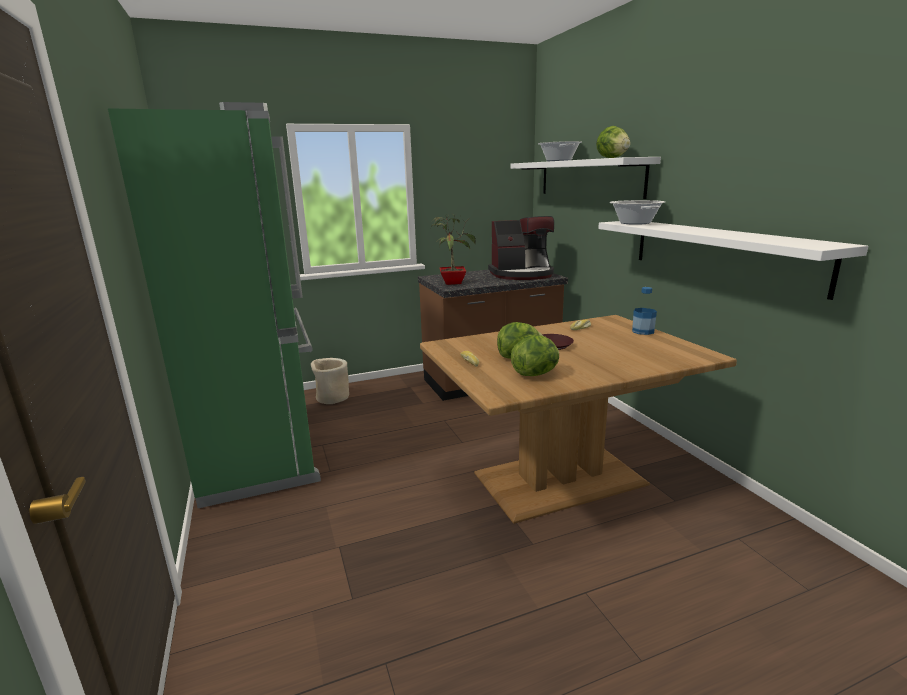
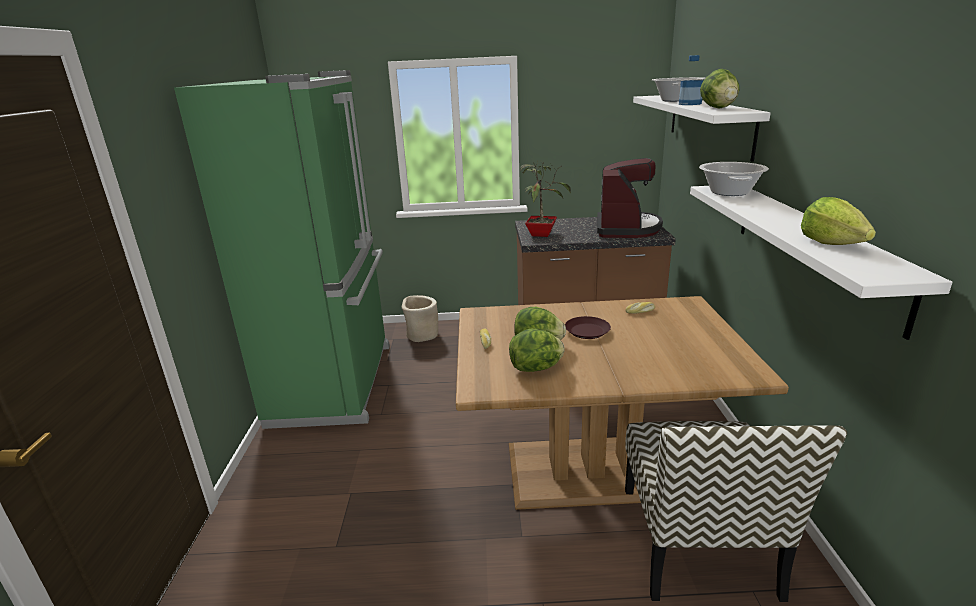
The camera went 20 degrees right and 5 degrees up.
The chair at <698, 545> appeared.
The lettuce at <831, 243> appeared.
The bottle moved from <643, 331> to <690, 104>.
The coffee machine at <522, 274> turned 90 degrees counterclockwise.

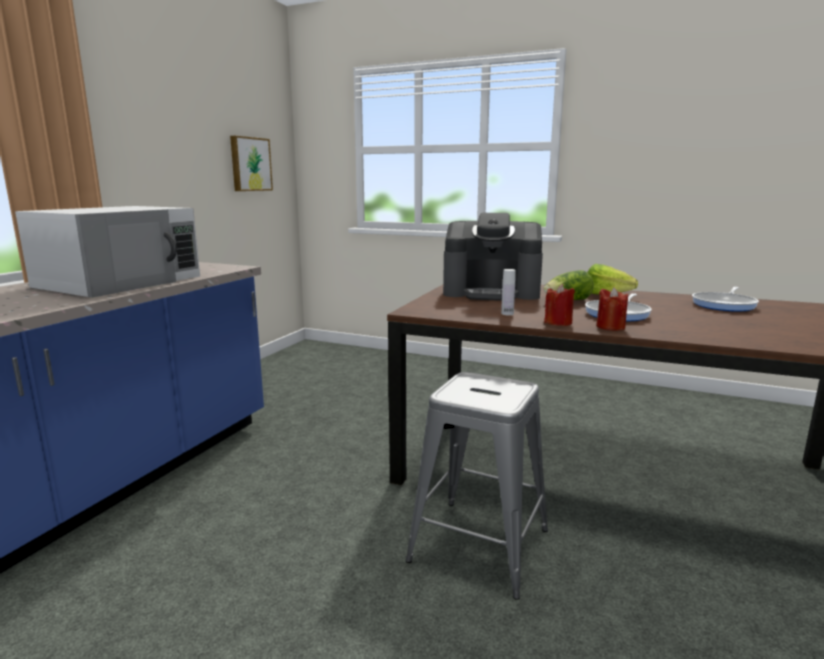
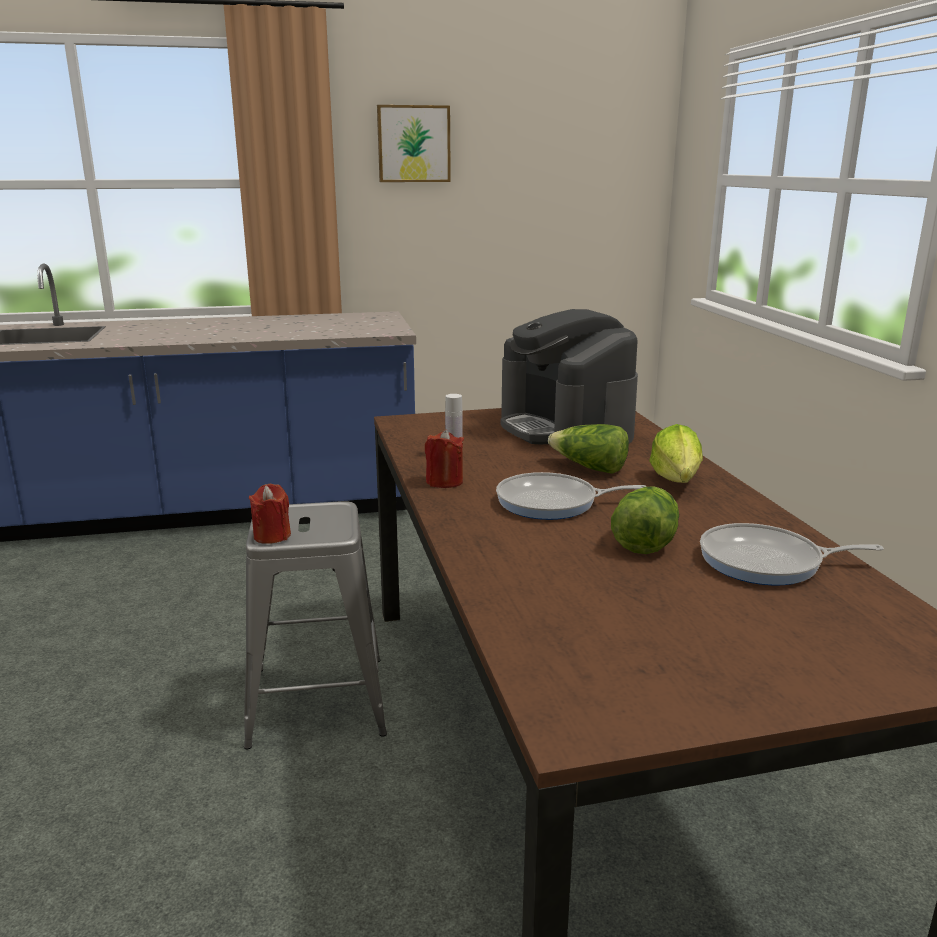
The camera went 55 degrees right and 5 degrees up.
The microwave/white at <121, 281> disappeared.
The lettuce at <644, 540> appeared.
The picture moved from <250, 164> to <413, 144>.
The candle/red moved from <610, 327> to <272, 536>.

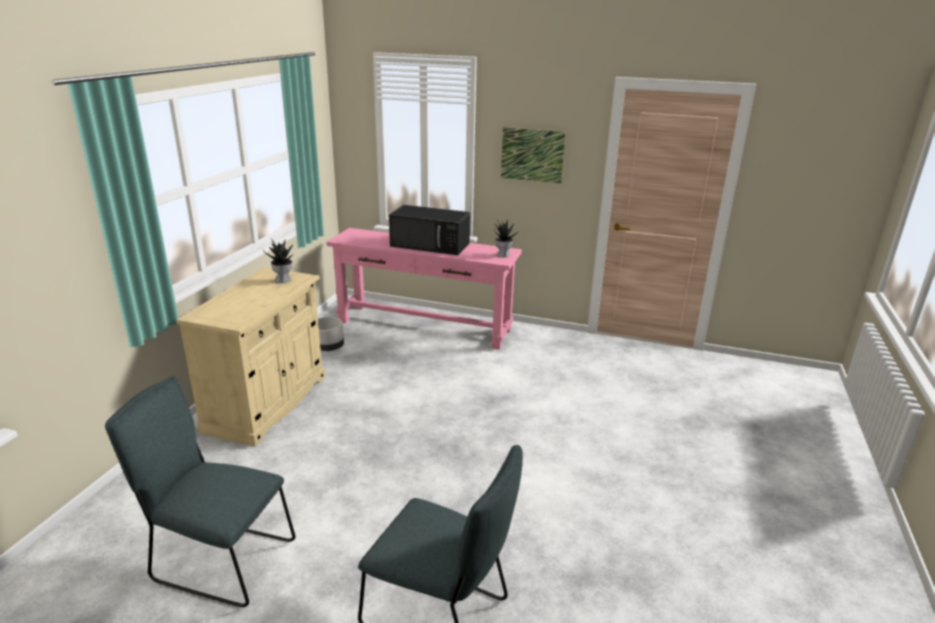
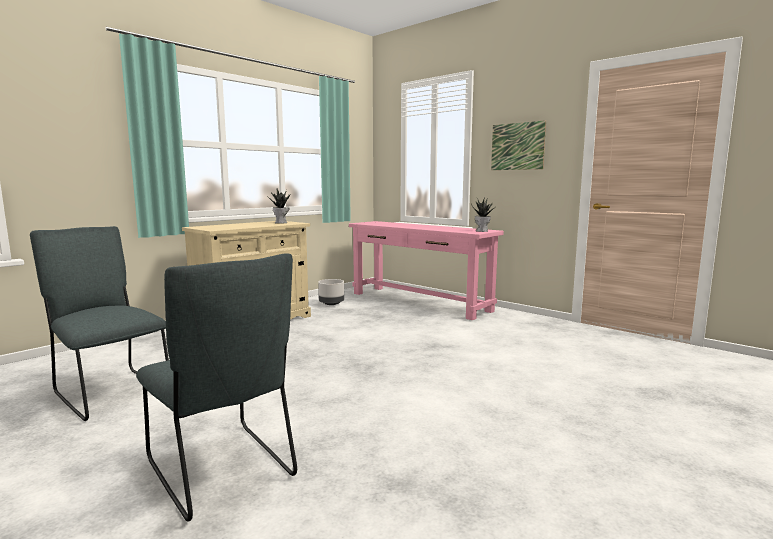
The camera went 25 degrees right and 15 degrees down.
The microwave/black at <431, 245> disappeared.

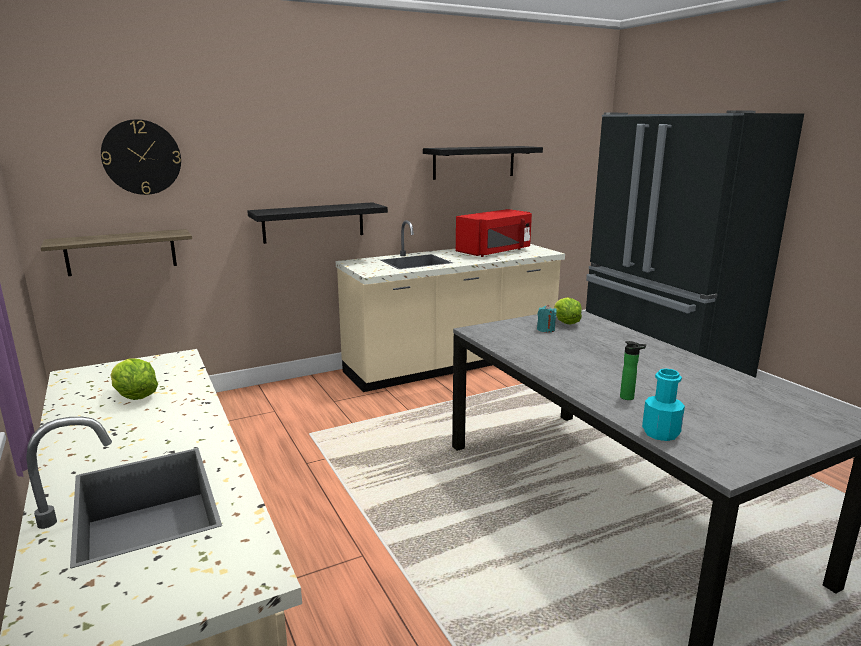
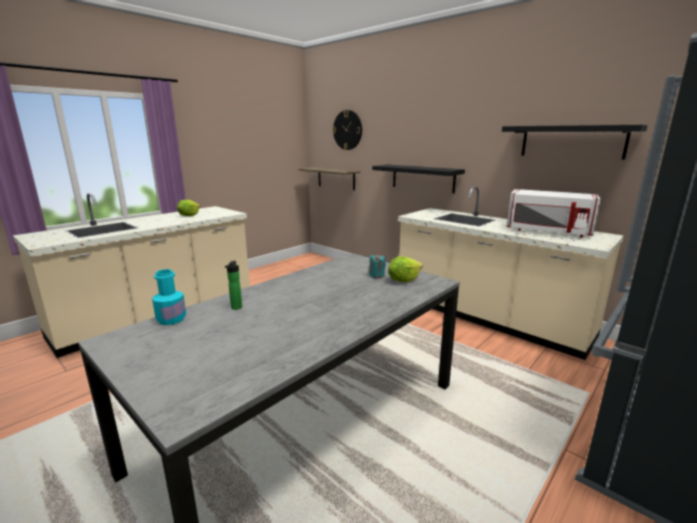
The camera went 70 degrees right and 0 degrees up.
The microwave/red at <495, 252> became the microwave/white at <547, 231>.

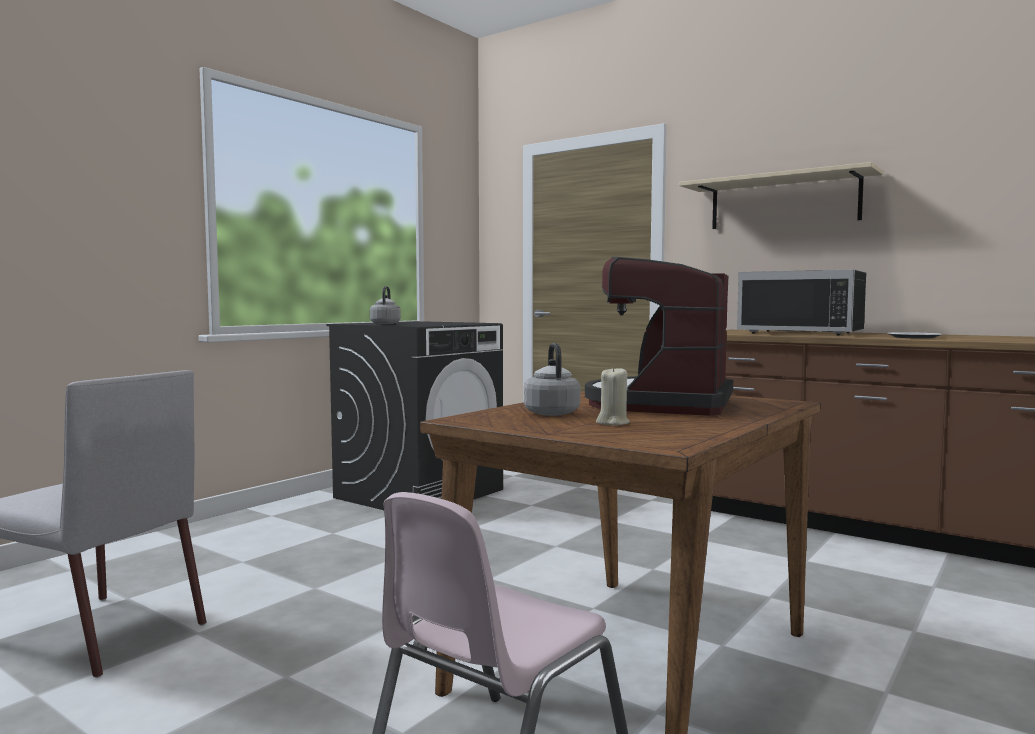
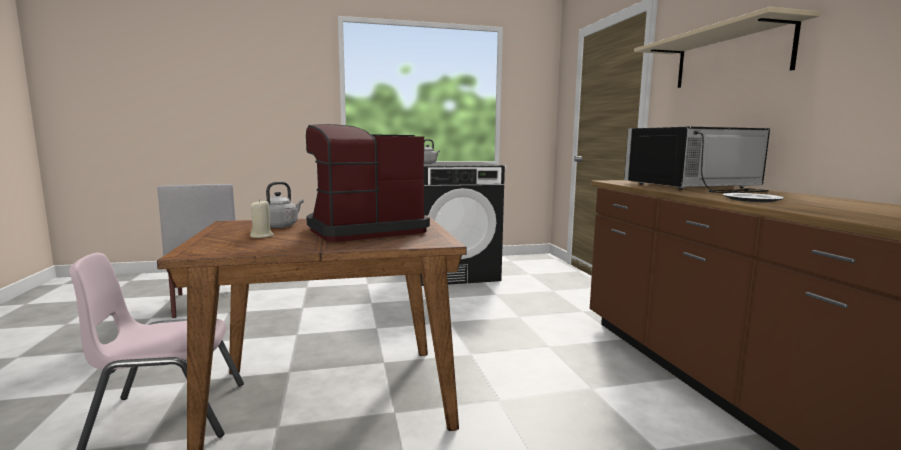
The camera went 40 degrees right and 5 degrees up.
The microwave/black at <803, 333> turned 90 degrees clockwise.

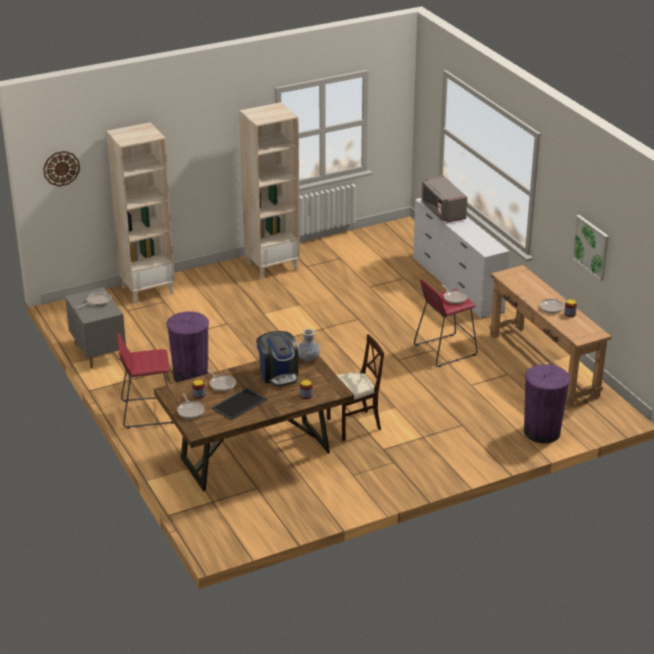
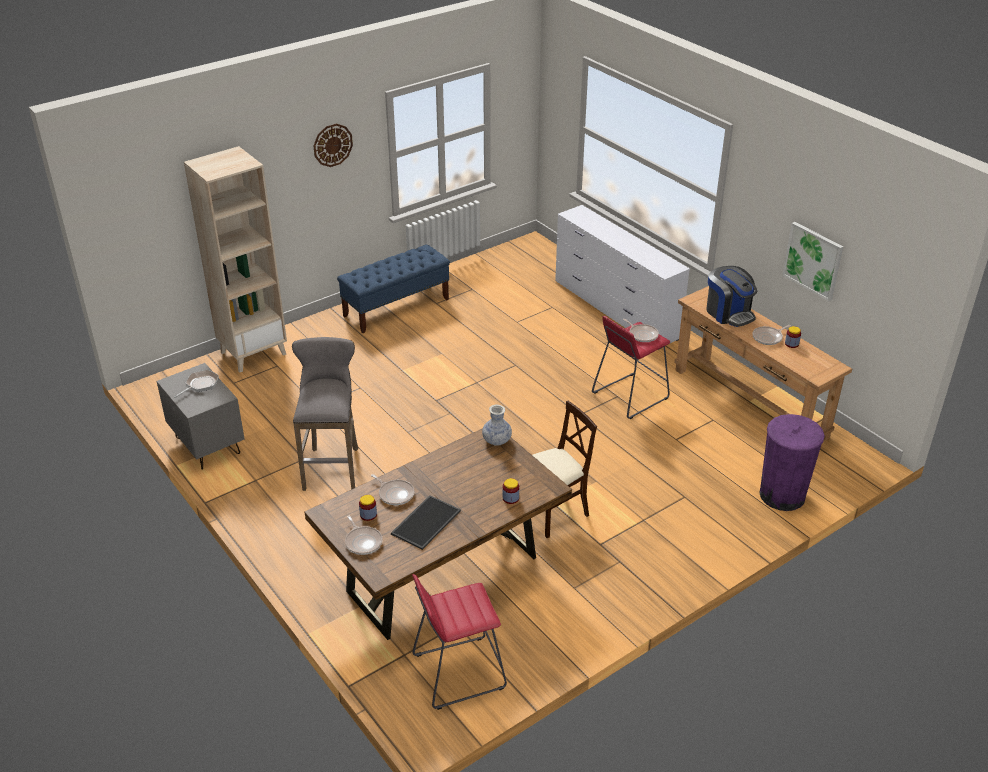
The camera went 10 degrees left and 5 degrees up.
The microwave/grey at <442, 211> disappeared.
The wall clock moved from <61, 168> to <332, 145>.
The stool/red moved from <148, 412> to <458, 672>.
The coffee machine moved from <278, 374> to <729, 313>.
The trash can/purple at <191, 376> was replaced by the stool/grey at <332, 466>.
The bookcase/beige at <272, 266> was replaced by the bench/blue at <396, 307>.

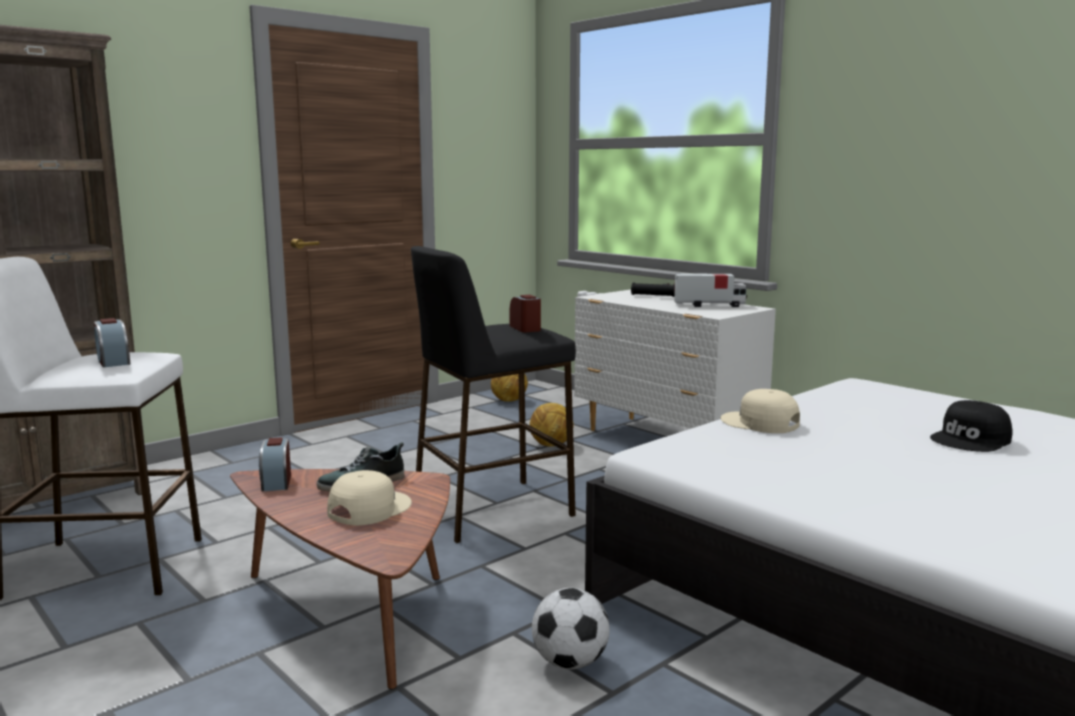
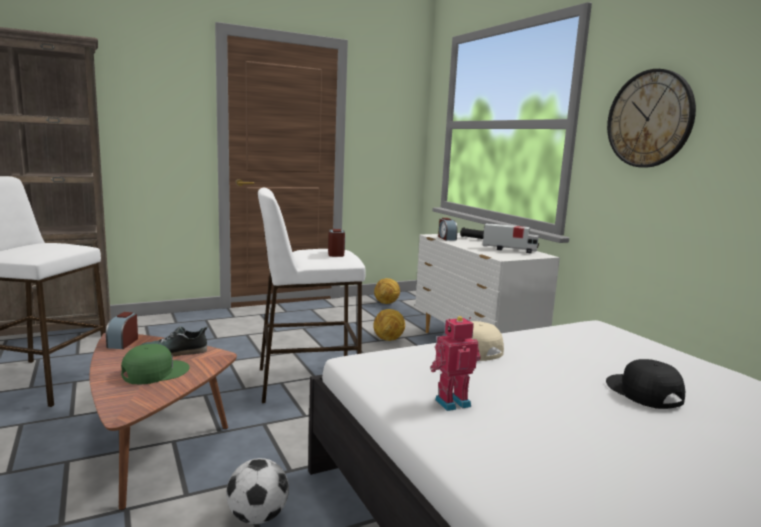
The camera went 15 degrees right and 0 degrees up.
The toy robot at <451, 402> appeared.
The wall clock at <650, 119> appeared.
The alarm clock moved from <113, 361> to <446, 238>.
The cap/beige at <368, 508> became the cap/green at <154, 372>.
The stool/black at <491, 510> became the stool/white at <307, 382>.
The cap/black at <971, 440> turned 90 degrees clockwise.

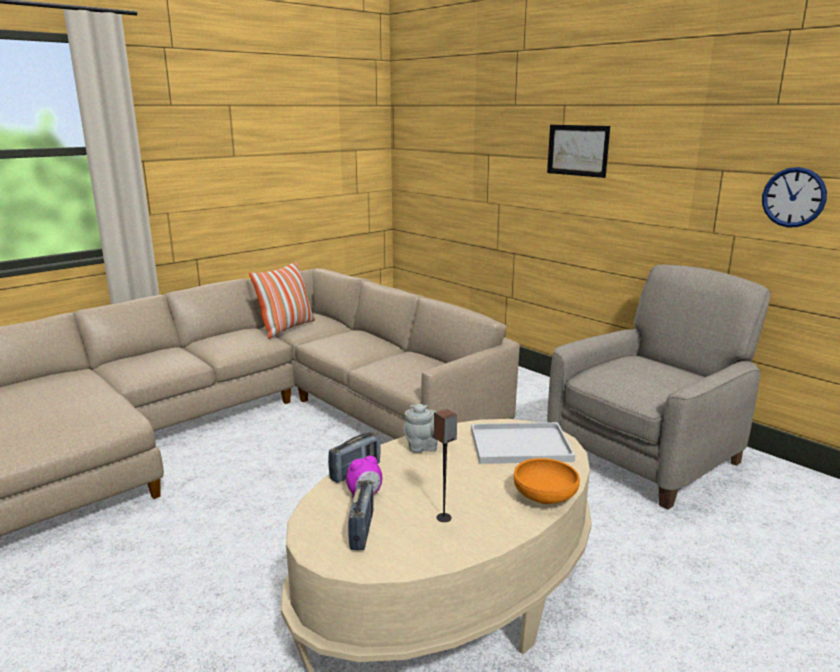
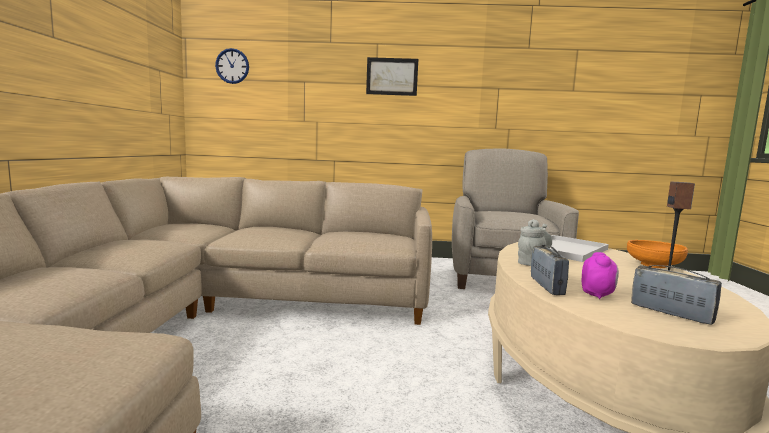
The camera went 45 degrees left and 10 degrees down.
The pillow at <286, 328> disappeared.
The wall clock moved from <793, 197> to <232, 66>.

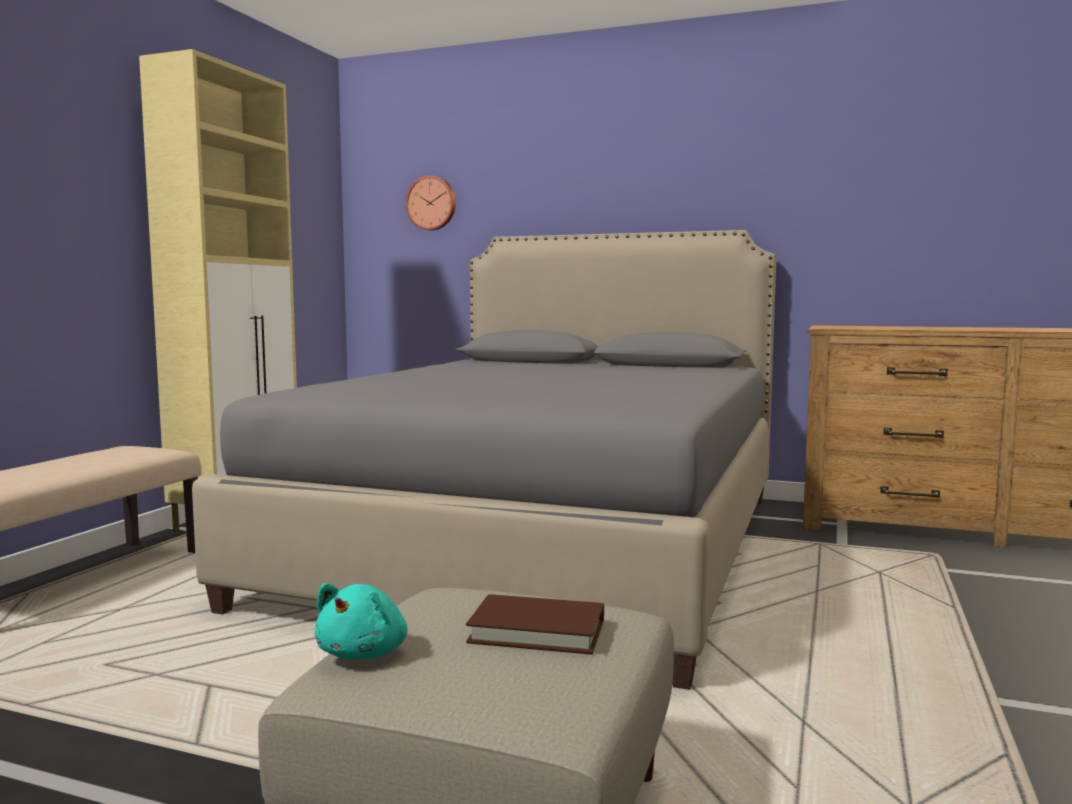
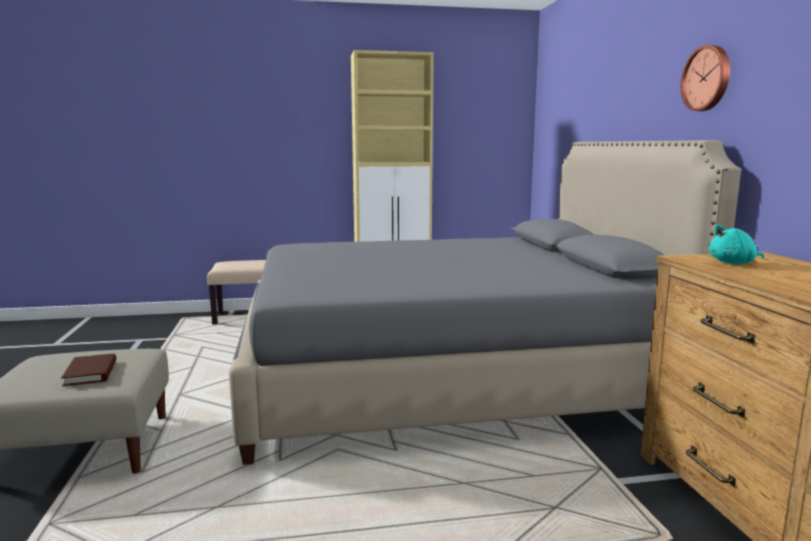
The camera went 60 degrees right and 5 degrees up.
The plush toy/turquoise moved from <365, 653> to <734, 263>.
The wall clock moved from <431, 203> to <707, 78>.

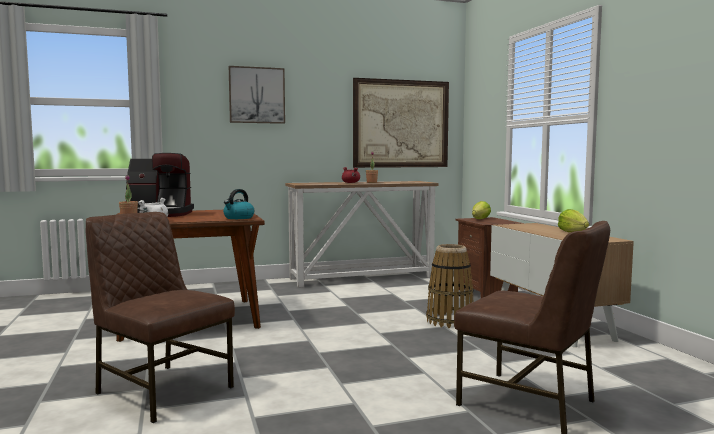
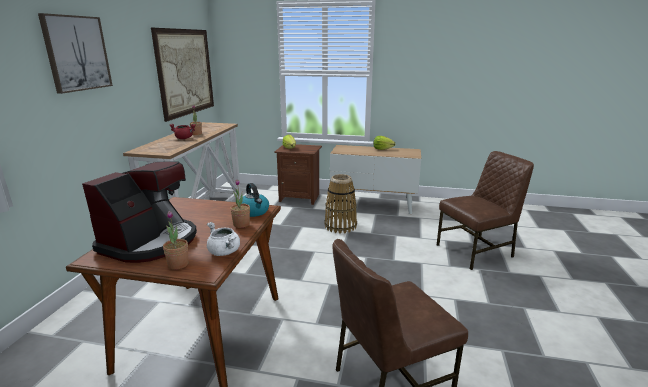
The camera went 60 degrees left and 15 degrees up.
The potted plant at <241, 224> appeared.

